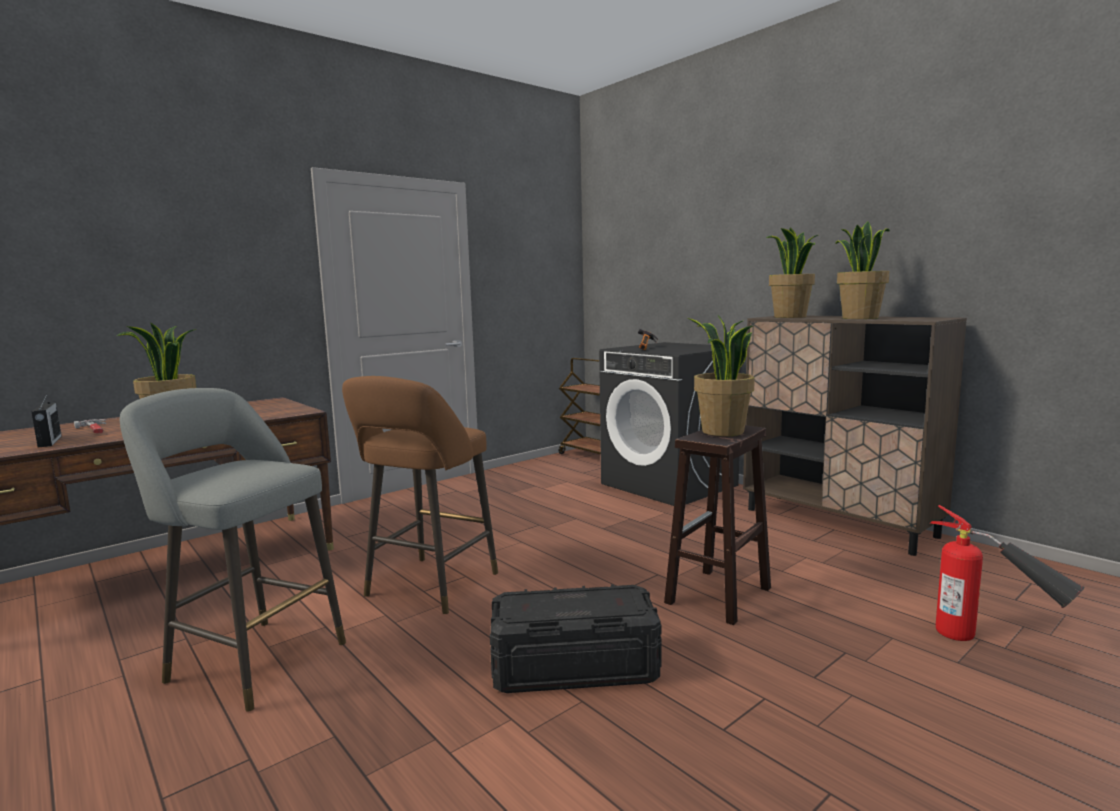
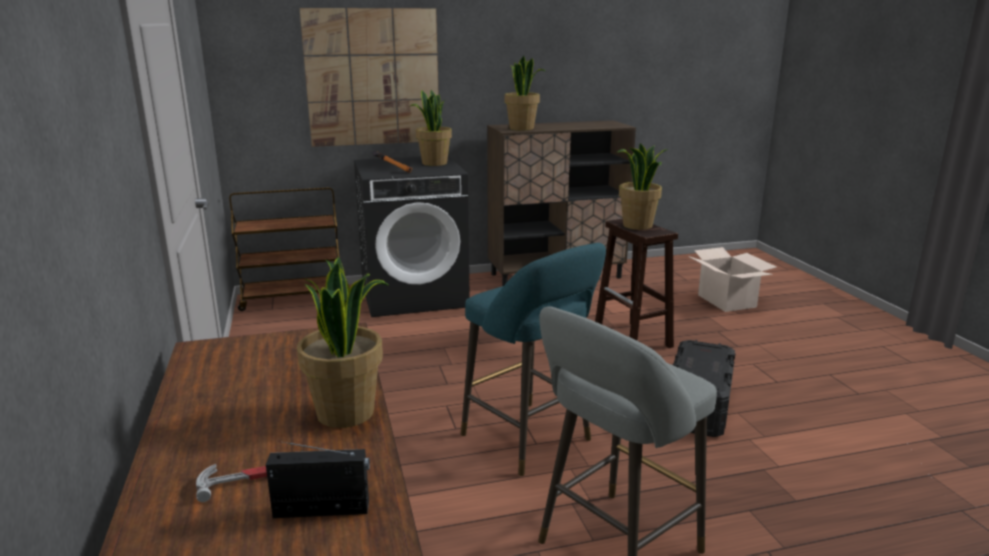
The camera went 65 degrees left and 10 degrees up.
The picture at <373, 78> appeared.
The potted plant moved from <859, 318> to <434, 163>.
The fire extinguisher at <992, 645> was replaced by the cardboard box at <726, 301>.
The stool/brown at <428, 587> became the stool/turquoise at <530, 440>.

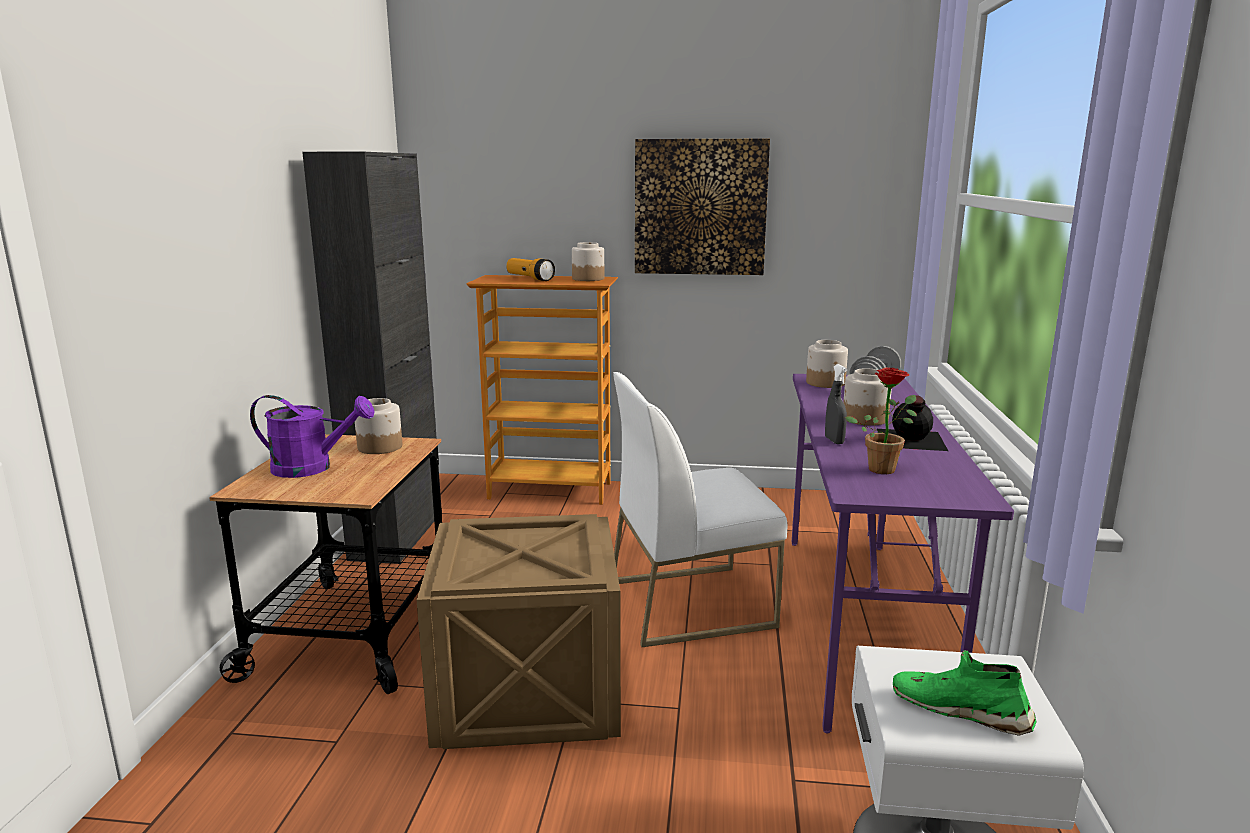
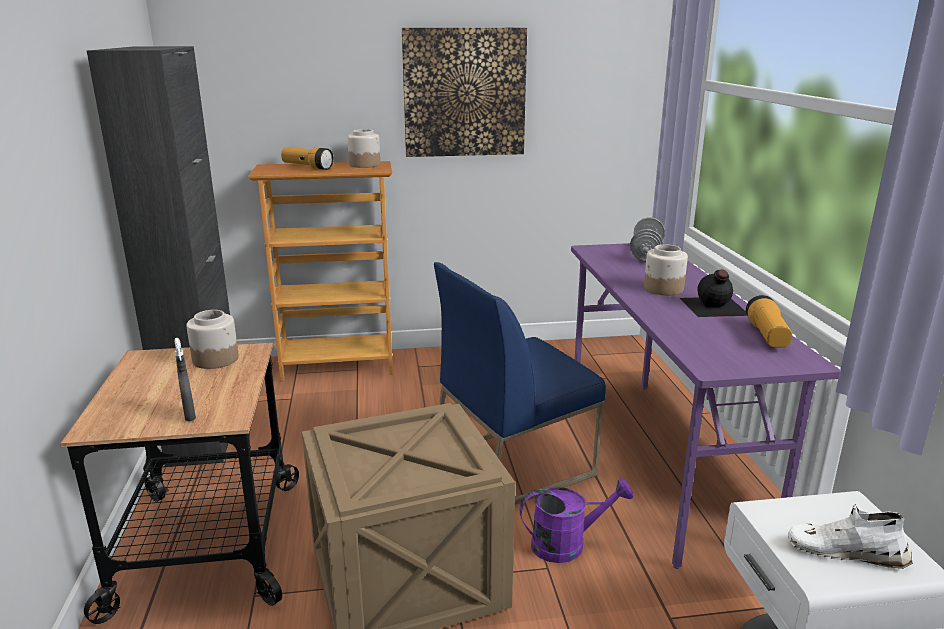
The camera went 15 degrees left and 5 degrees up.
The jar at <826, 383> disappeared.
The potted plant at <883, 468> disappeared.
The flashlight at <767, 336> appeared.
The watering can/purple moved from <312, 468> to <567, 544>.
The spray bottle/grey moved from <834, 441> to <189, 415>.
The chair/white at <691, 603> became the chair/blue at <514, 463>.
The shoe/green at <960, 710> became the shoe/white at <845, 552>.

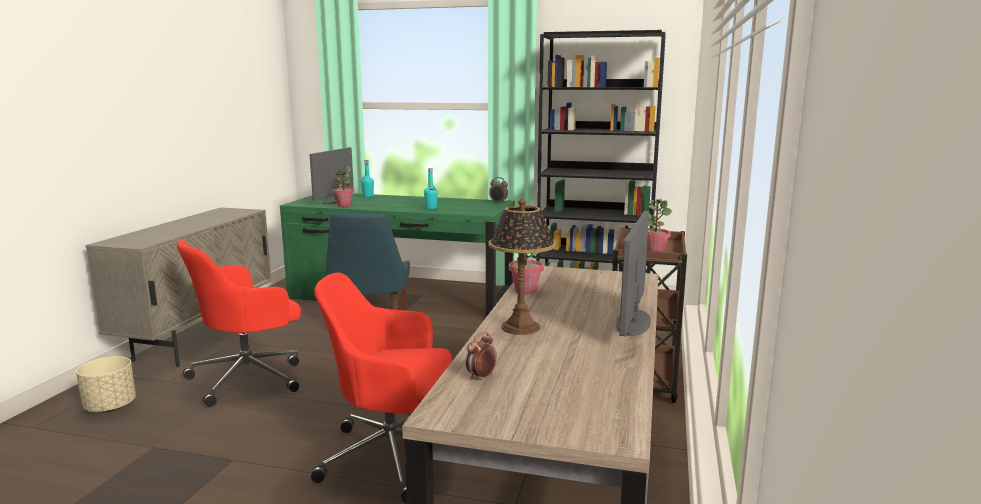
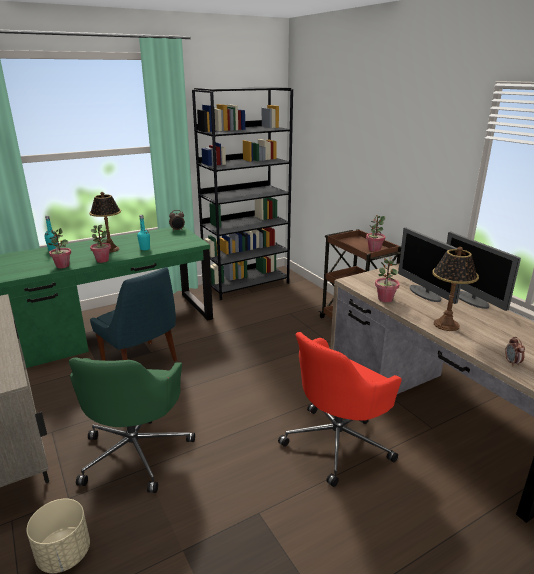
The camera went 45 degrees left and 10 degrees up.
The table lamp at <110, 249> appeared.
The potted plant at <102, 260> appeared.
The monitor moved from <335, 201> to <425, 294>.
The office chair/red at <249, 378> became the office chair/green at <136, 452>.

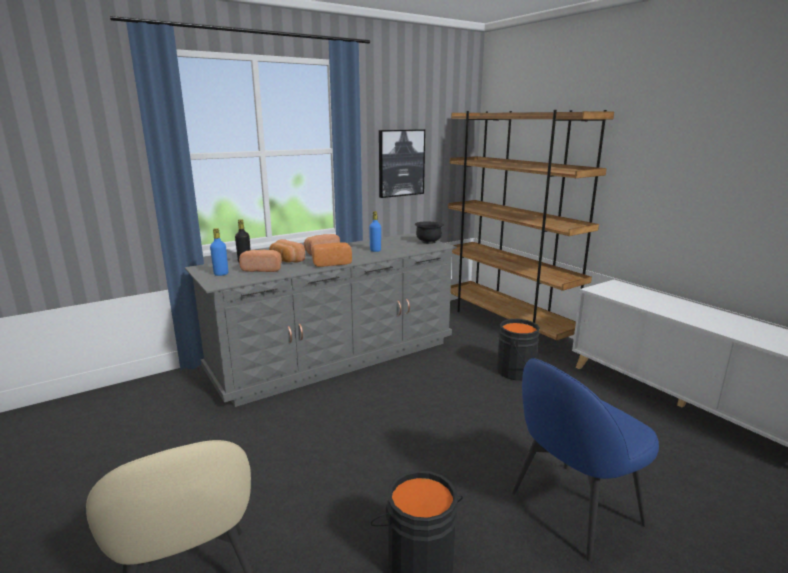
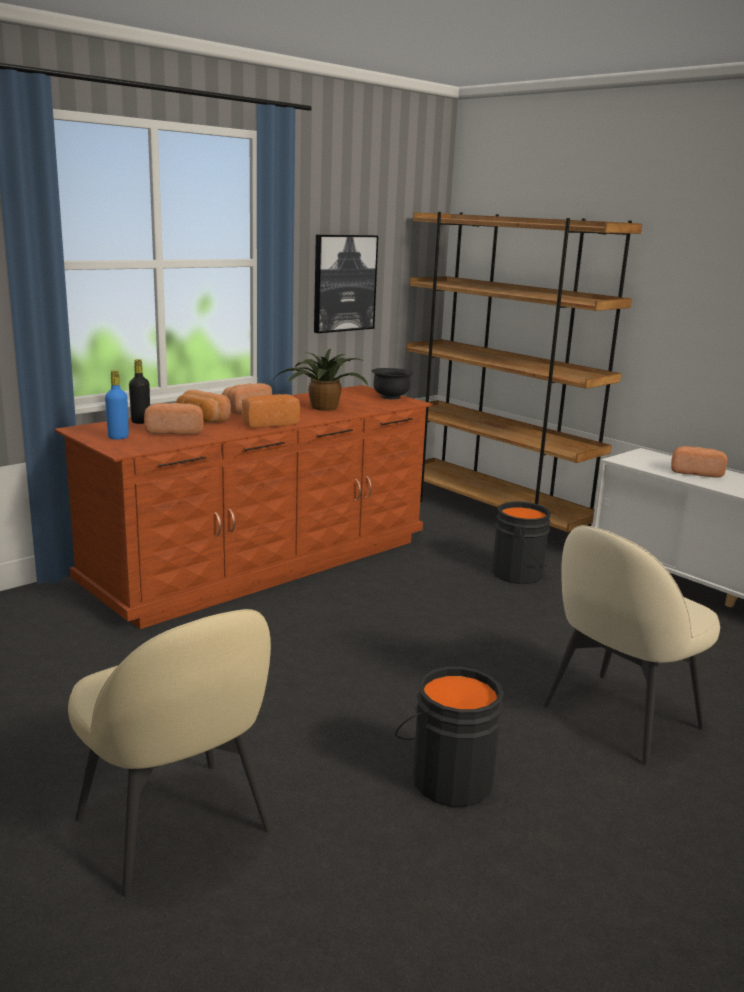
The camera went 10 degrees left and 0 degrees up.
The bread at <696, 472> appeared.
The bottle/blue at <375, 250> was replaced by the potted plant at <321, 407>.
The dresser/grey at <335, 357> became the dresser/brown at <262, 563>.
The chair/blue at <572, 509> became the chair/beige at <618, 718>.

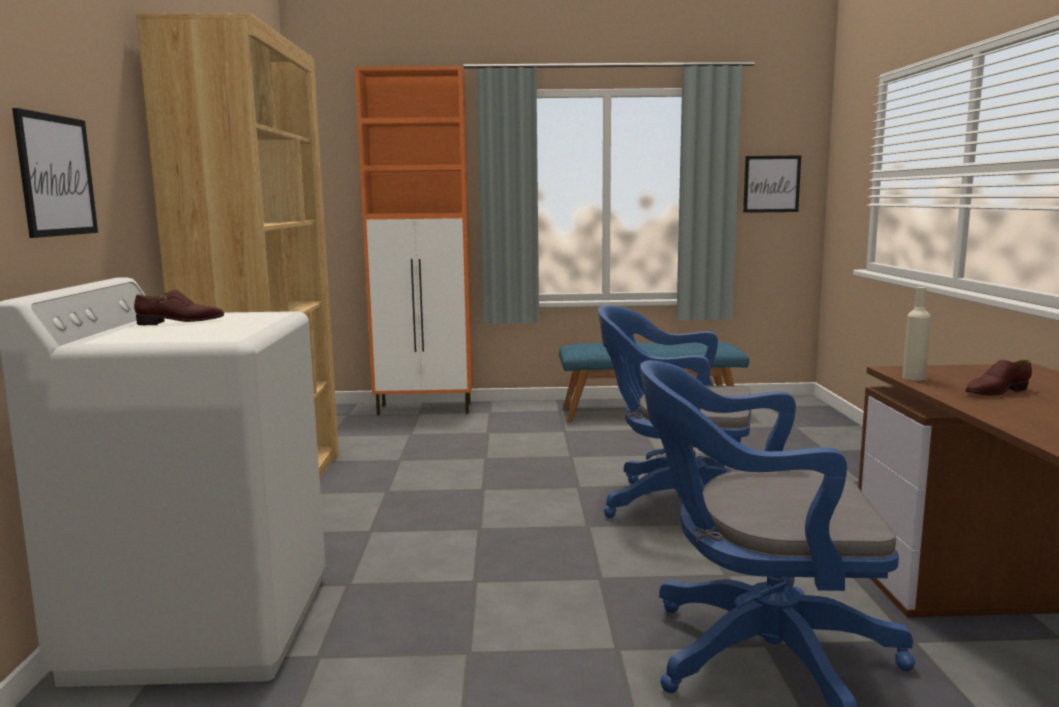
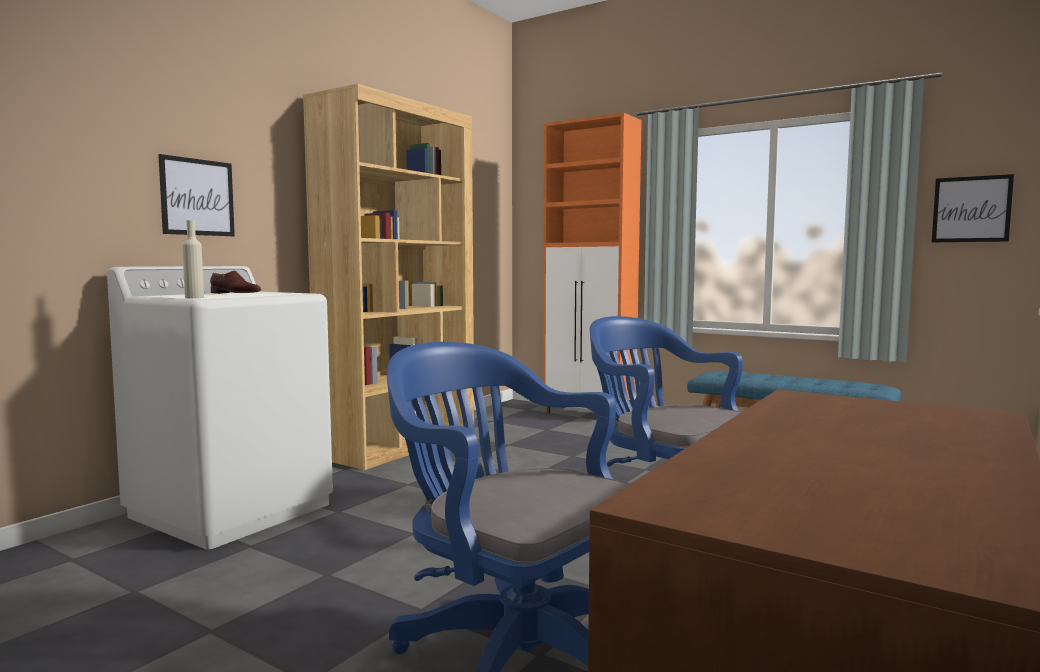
The camera went 35 degrees right and 5 degrees down.
The shoe/brown at <996, 392> disappeared.
The bottle/beige moved from <913, 378> to <194, 297>.

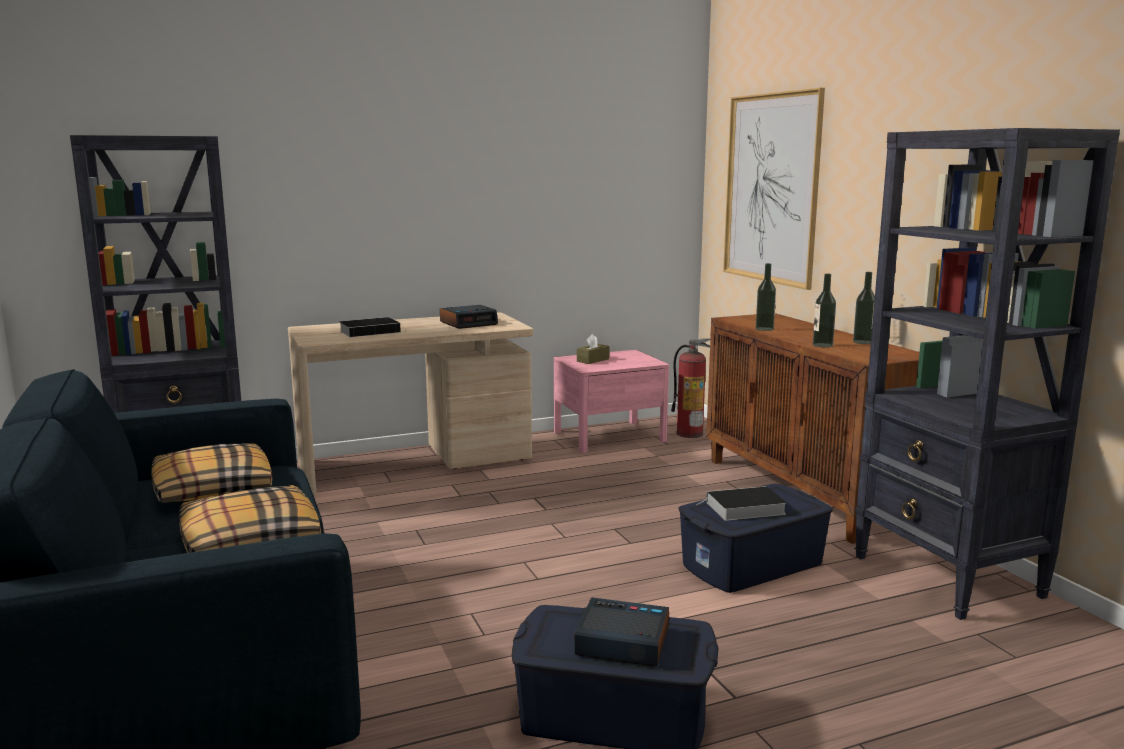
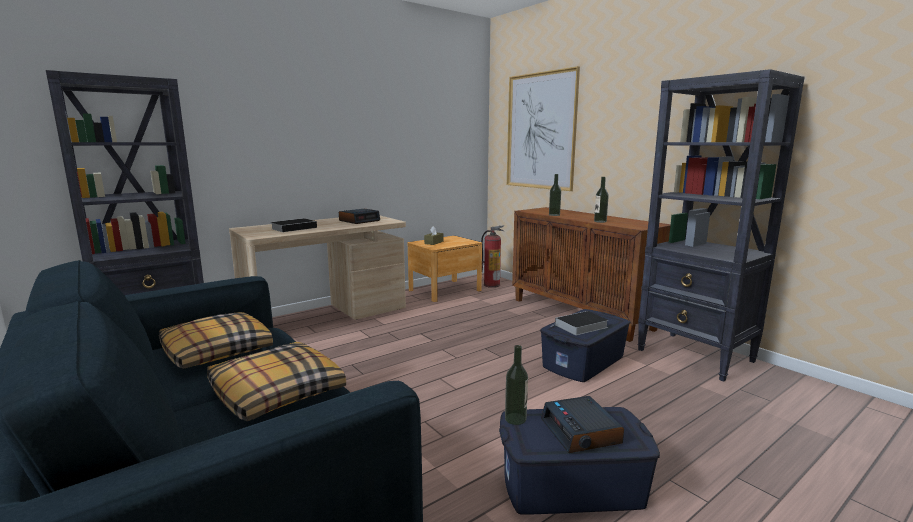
The camera went 15 degrees left and 0 degrees up.
The bottle moved from <863, 342> to <515, 419>.
The nightstand/pink at <609, 436> became the nightstand/brown at <445, 290>.
The alarm clock at <621, 642> turned 105 degrees counterclockwise.

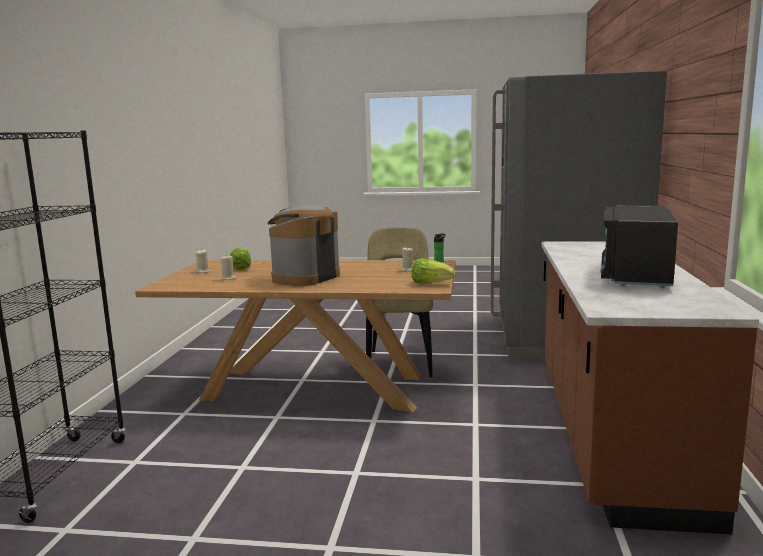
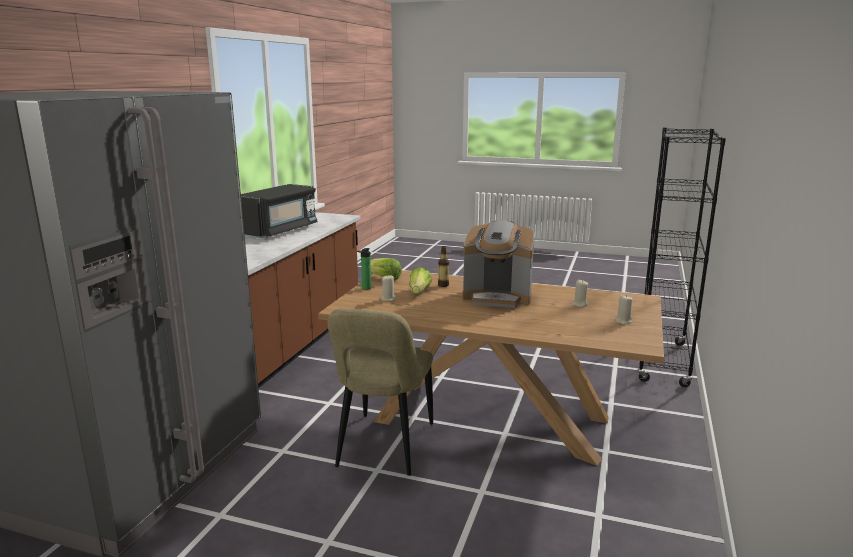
The camera went 170 degrees left and 5 degrees up.
The bottle at <443, 285> appeared.
The lettuce moved from <242, 268> to <419, 293>.
The coffee machine at <305, 278> turned 60 degrees clockwise.

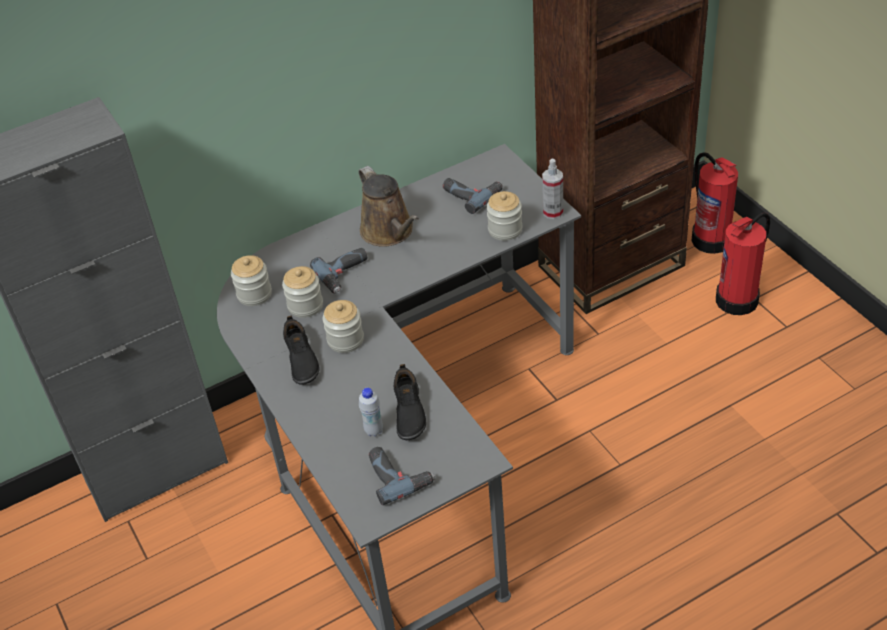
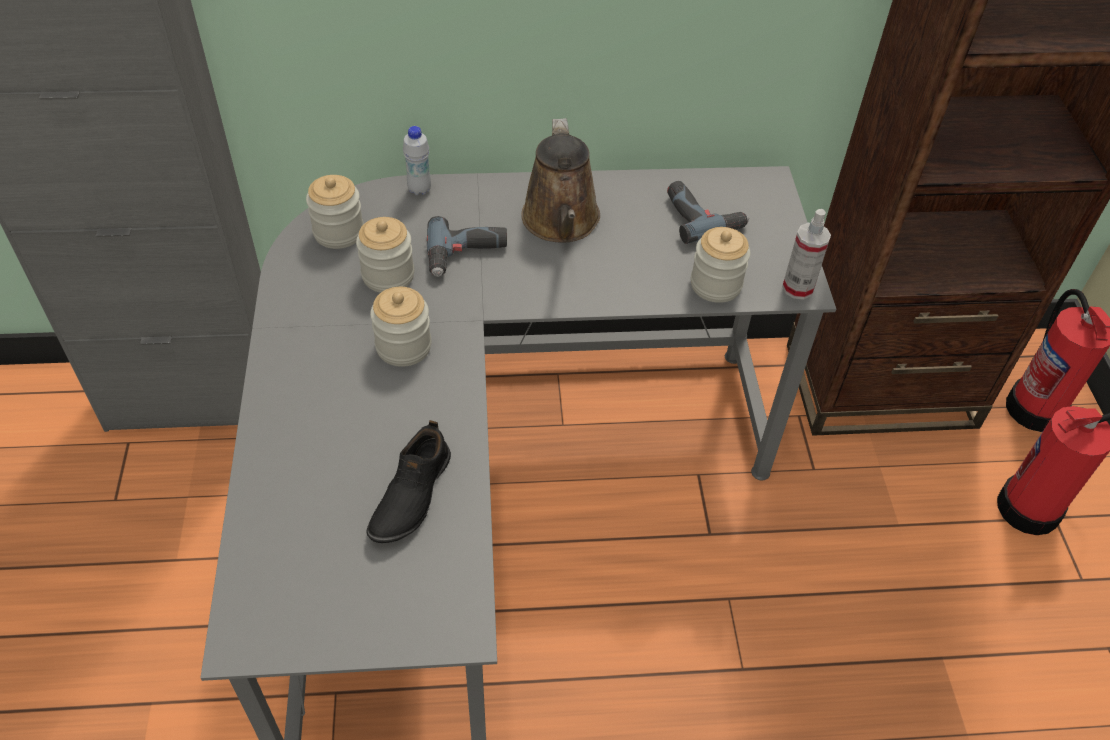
The camera went 20 degrees right and 5 degrees up.
The shoe/black at <301, 360> disappeared.
The power drill at <398, 475> disappeared.
The bottle/white moved from <374, 430> to <419, 189>.

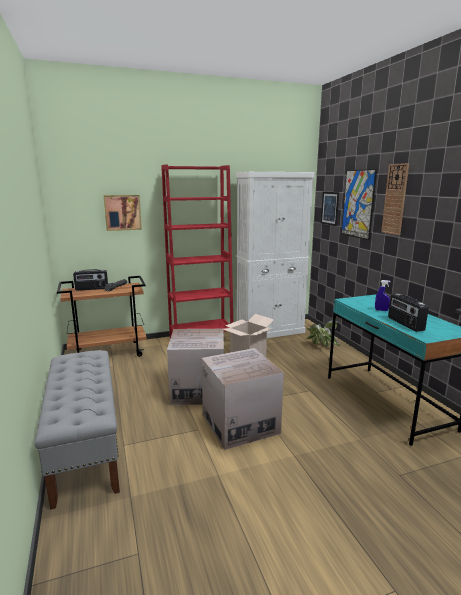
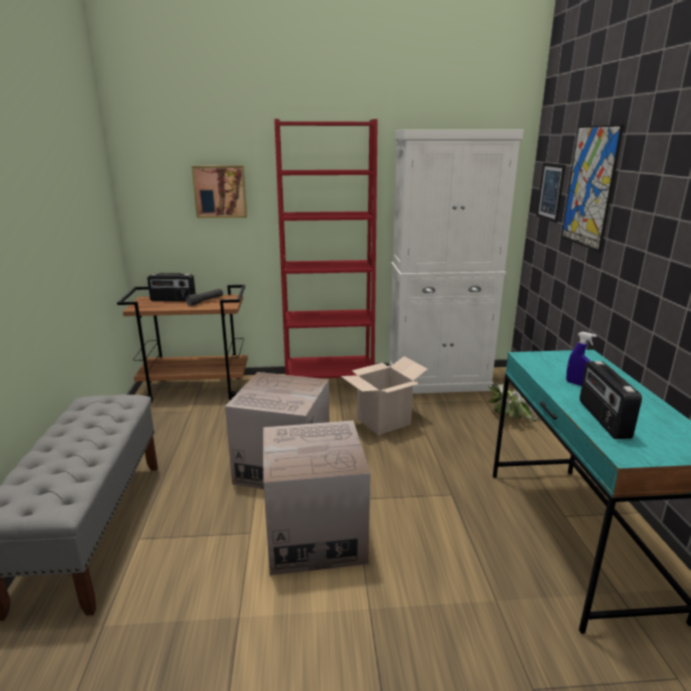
The camera went 15 degrees right and 5 degrees up.
The wall clock at <395, 199> disappeared.

